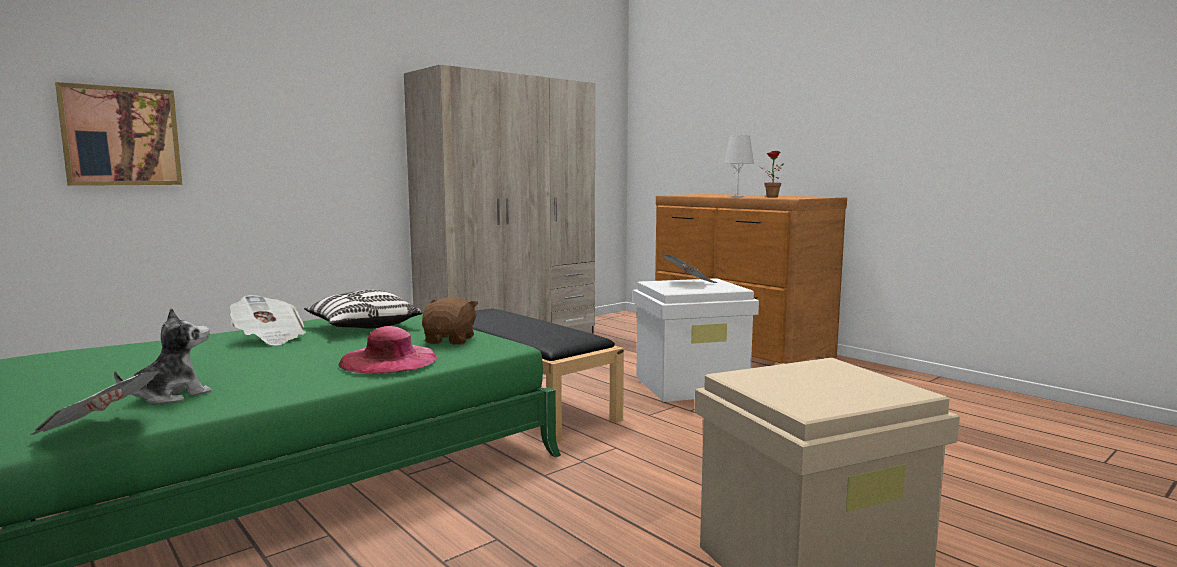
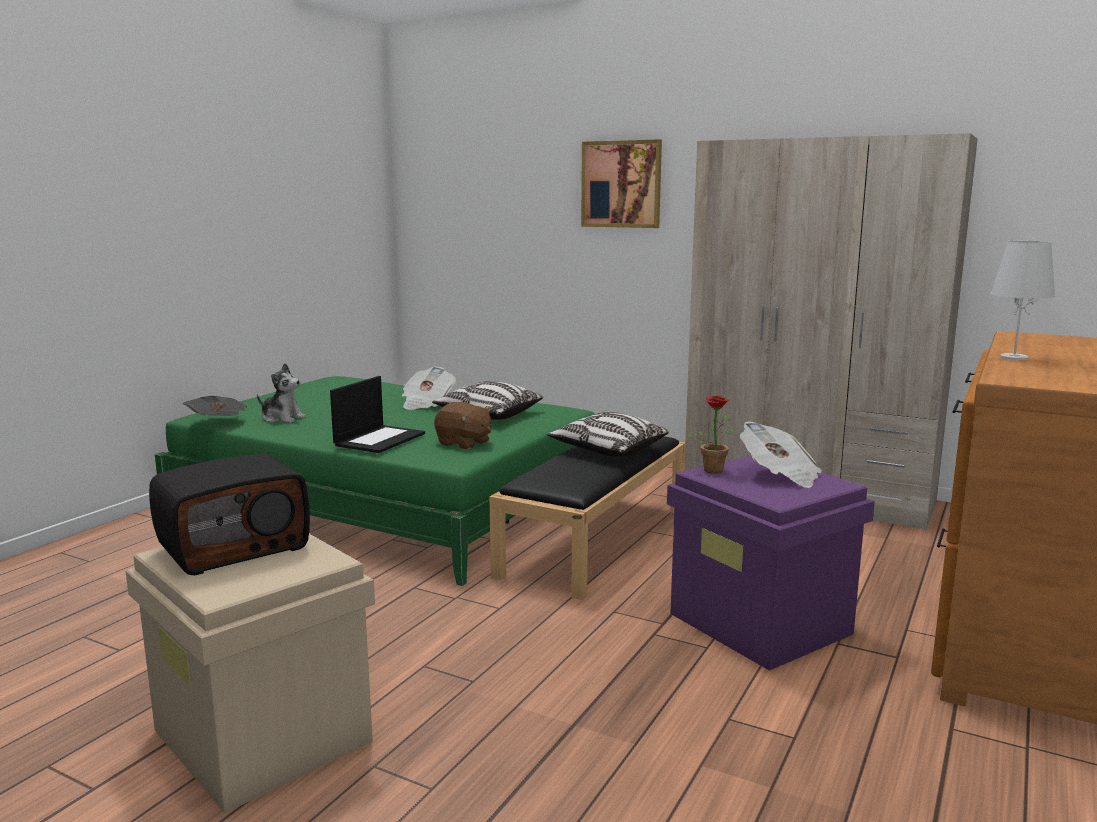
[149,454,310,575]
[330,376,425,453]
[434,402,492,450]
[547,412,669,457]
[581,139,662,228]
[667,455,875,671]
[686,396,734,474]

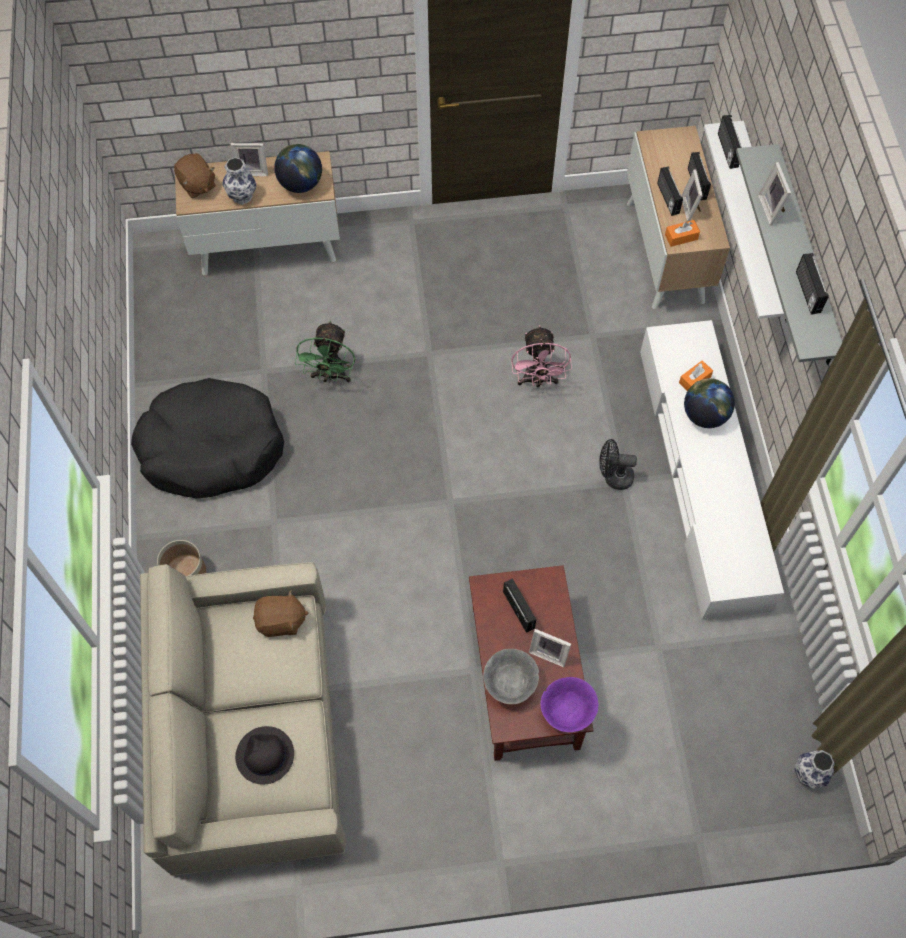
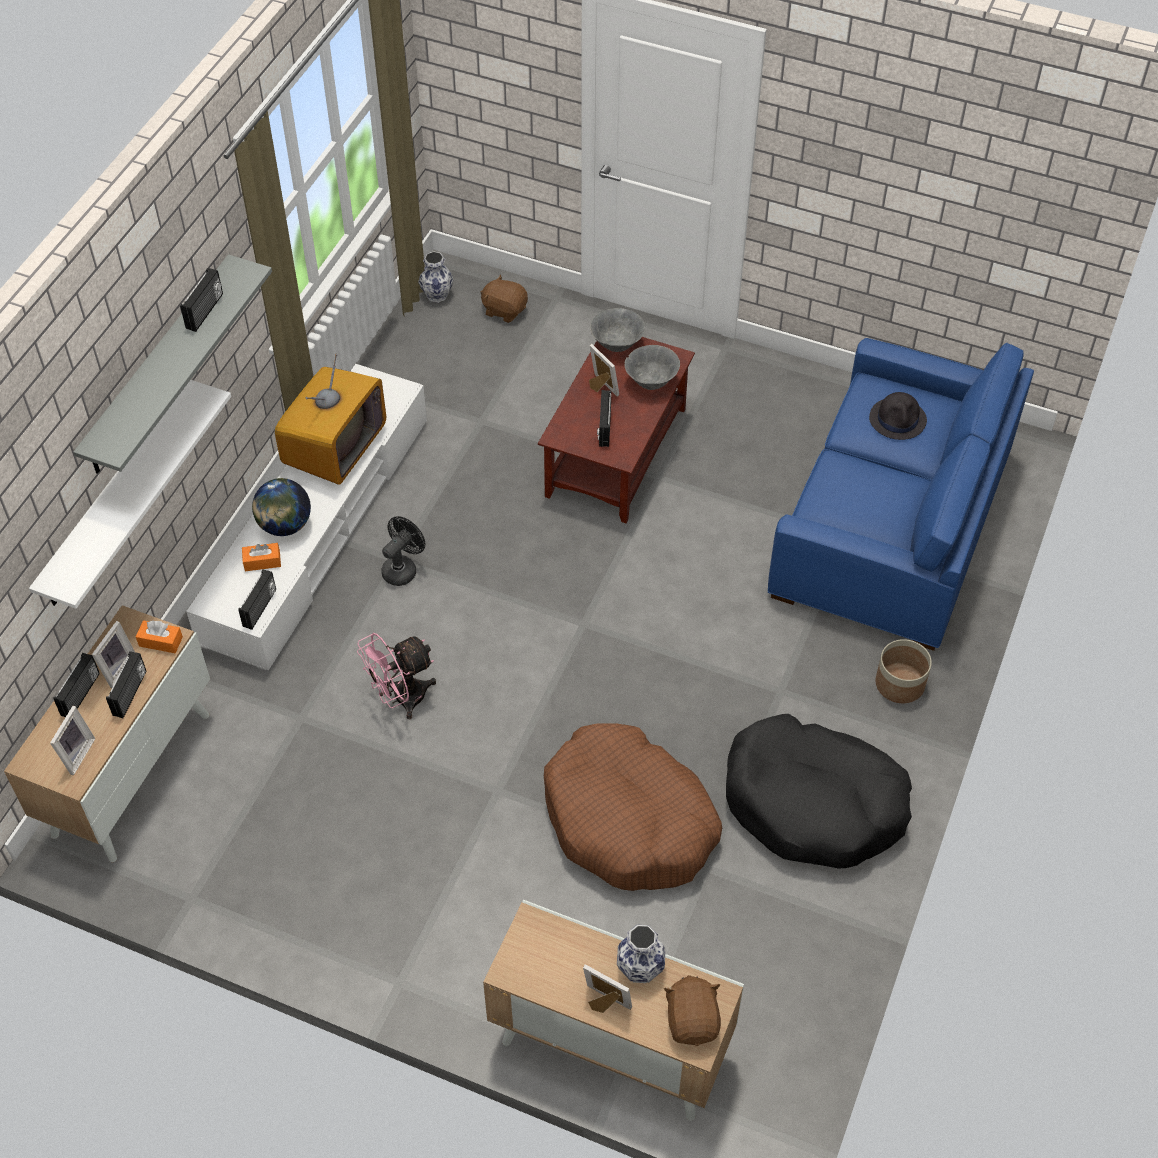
[50,706,95,775]
[238,569,276,630]
[275,354,386,485]
[357,633,436,719]
[381,516,425,586]
[480,275,528,323]
[544,723,722,891]
[590,308,645,352]
[768,338,1034,651]
[274,144,322,193] (first image)

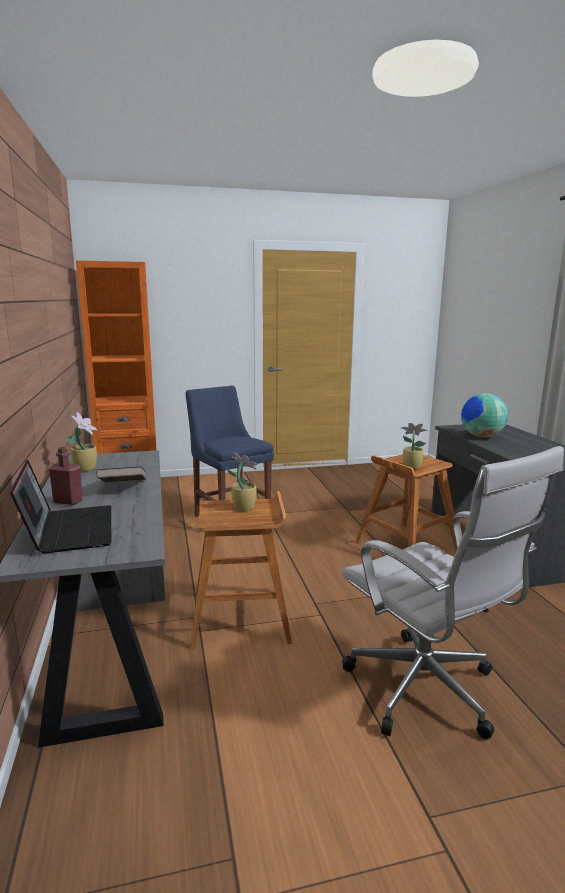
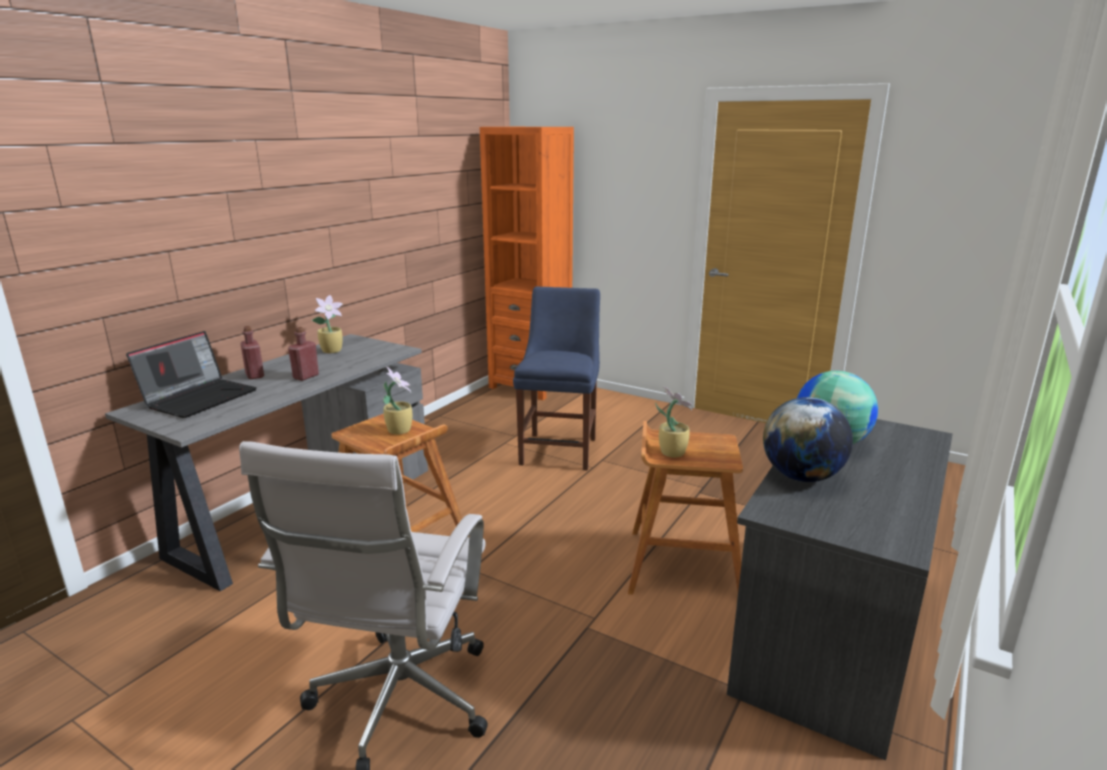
[288,327,319,381]
[763,397,853,482]

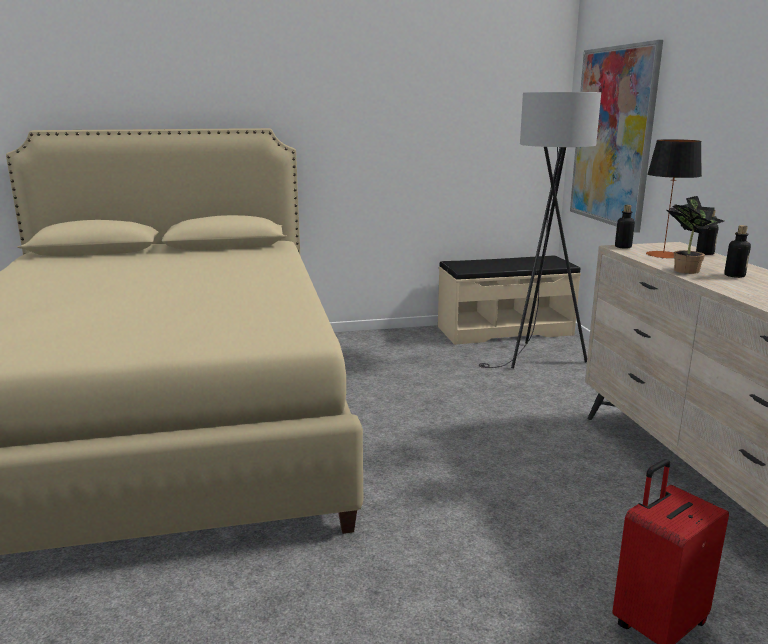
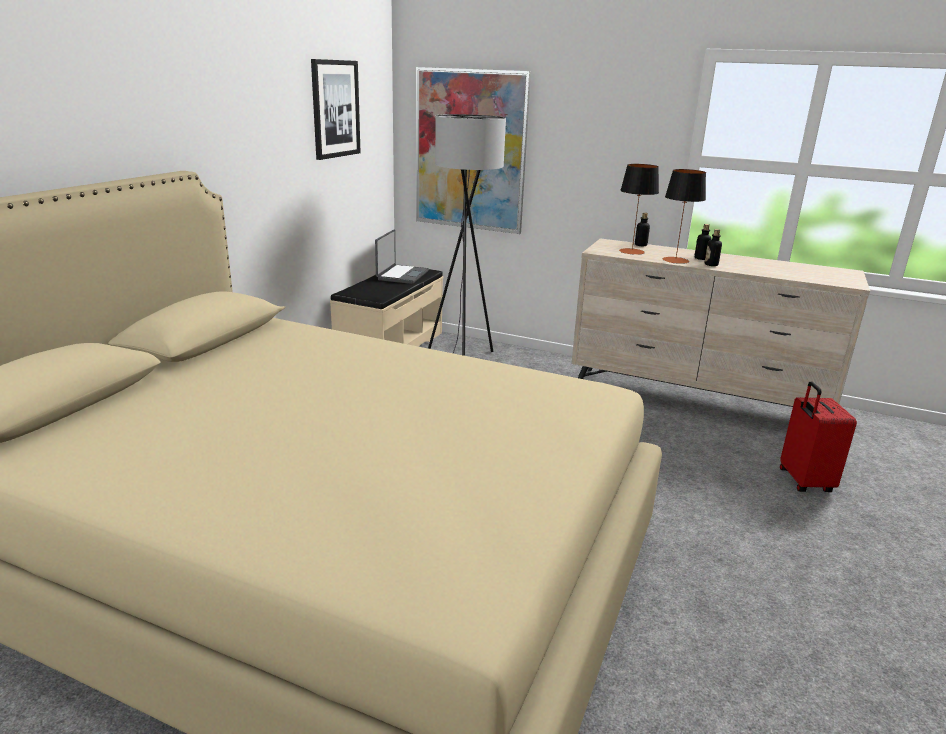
[311,59,361,160]
[375,230,429,284]
[663,169,706,264]
[705,229,722,266]

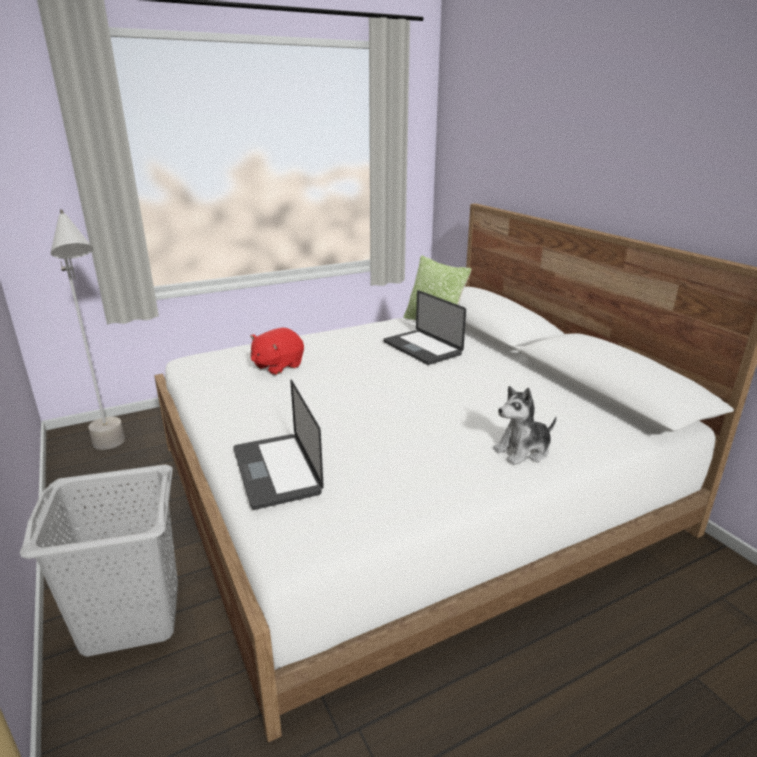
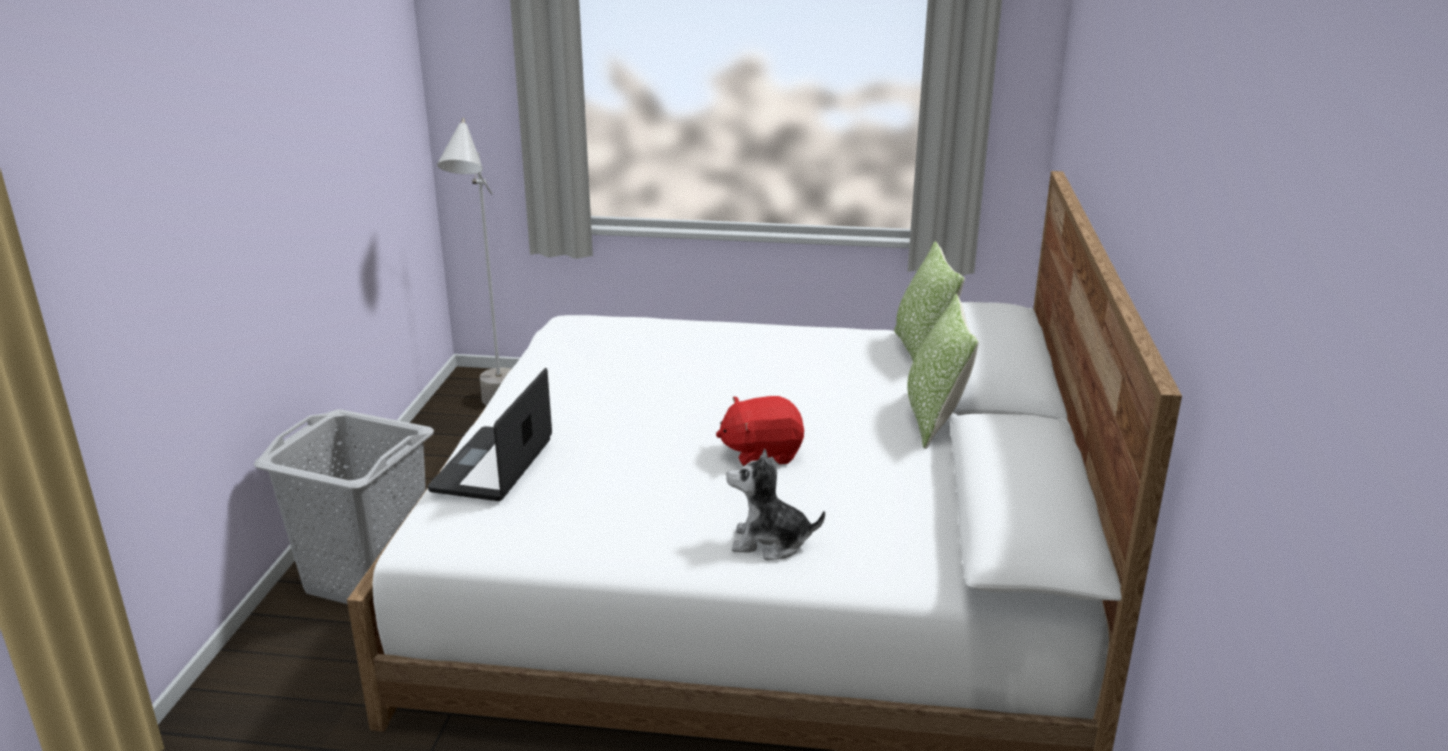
[716,396,804,467]
[907,294,979,449]
[383,290,466,365] (first image)

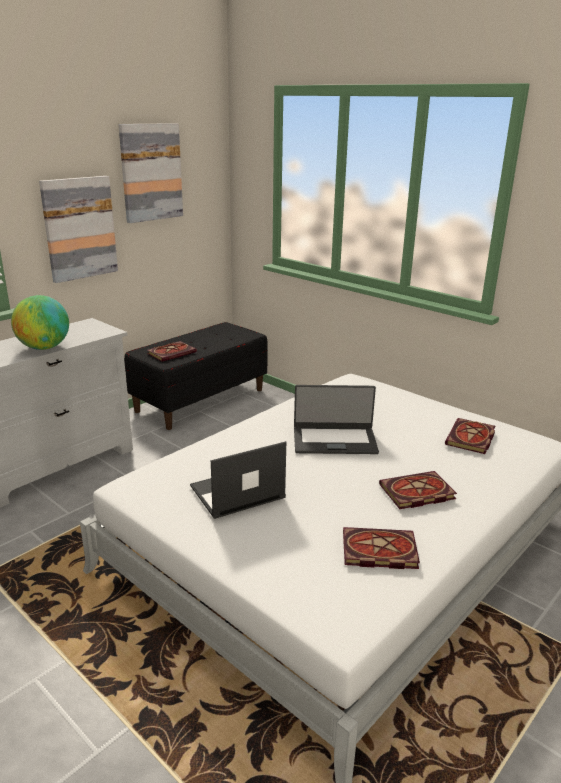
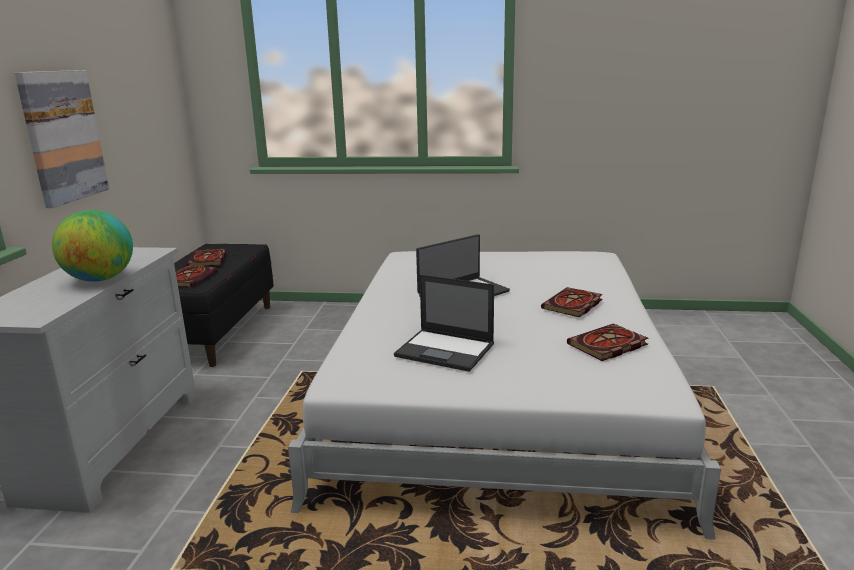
[186,248,226,266]
[394,275,494,372]
[119,123,183,223] (first image)

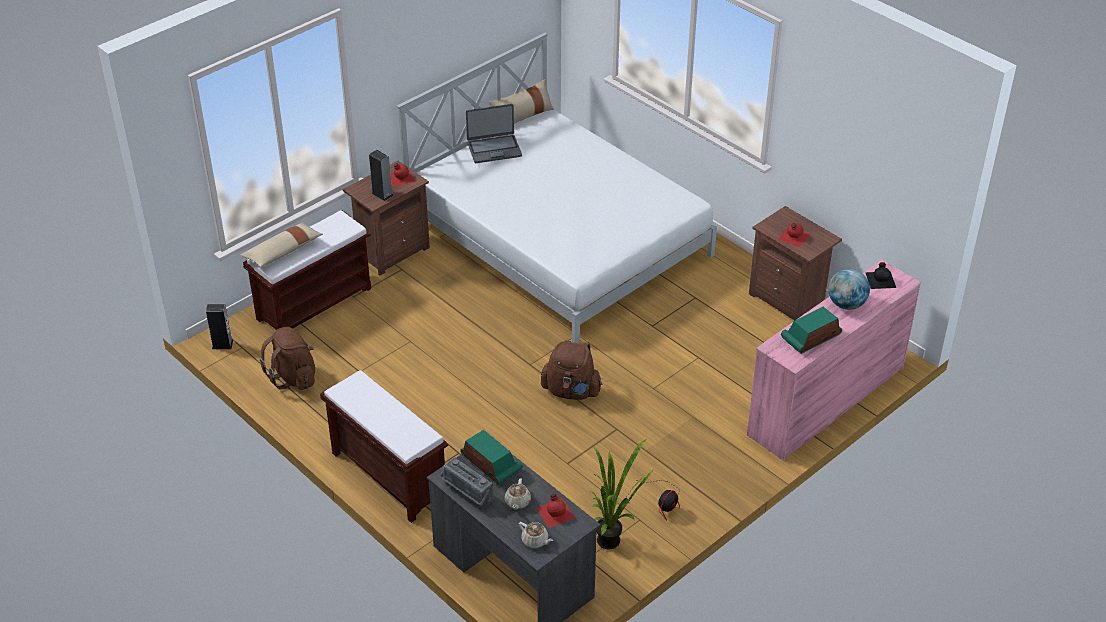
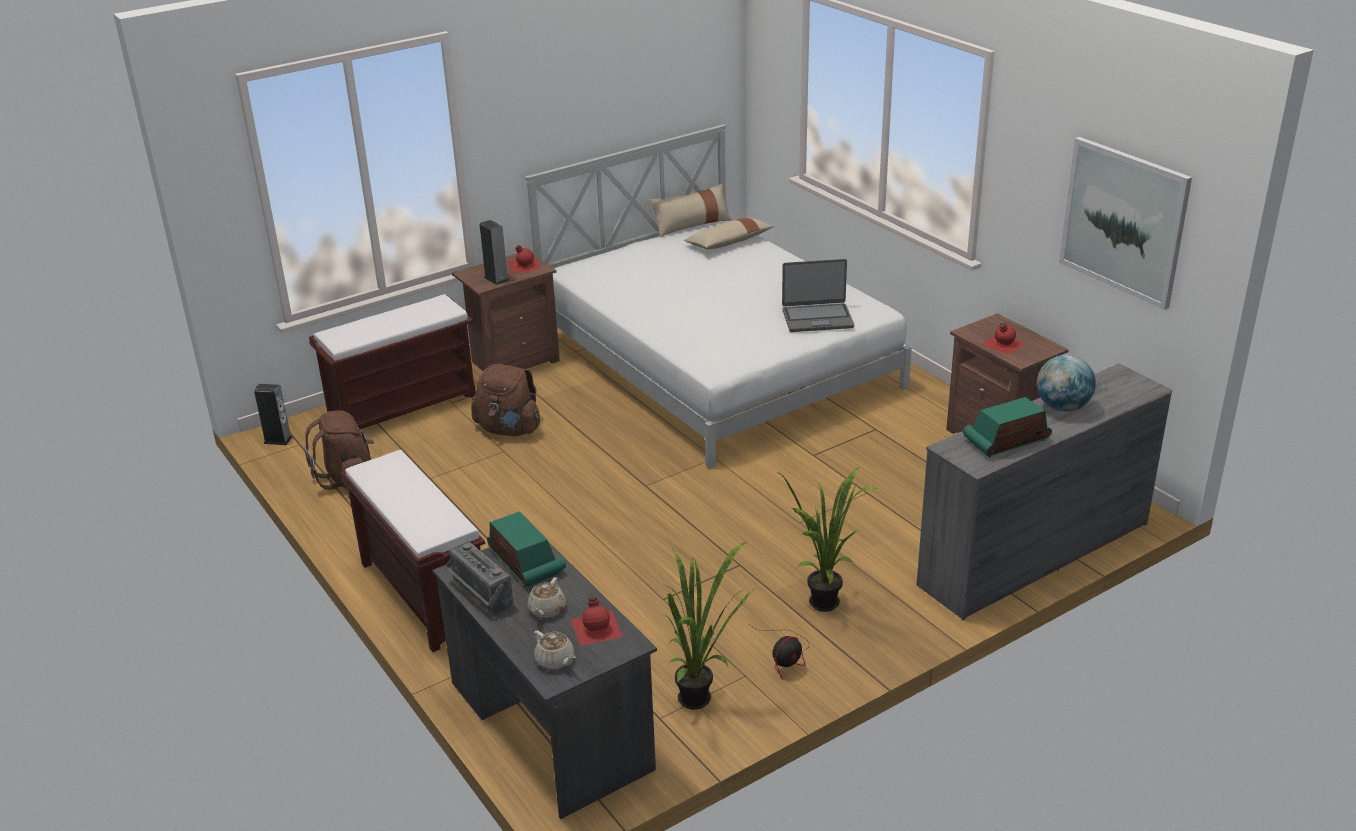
[471,364,540,436]
[684,218,774,250]
[777,467,878,612]
[782,259,854,332]
[917,363,1172,620]
[1059,137,1192,310]
[865,262,896,289] (first image)

